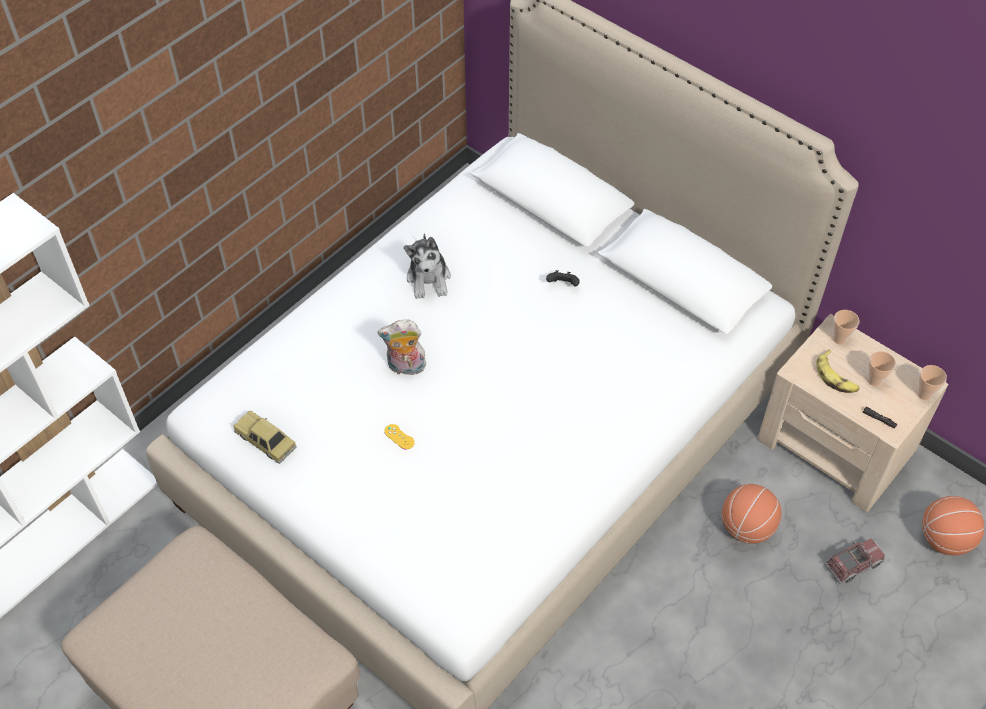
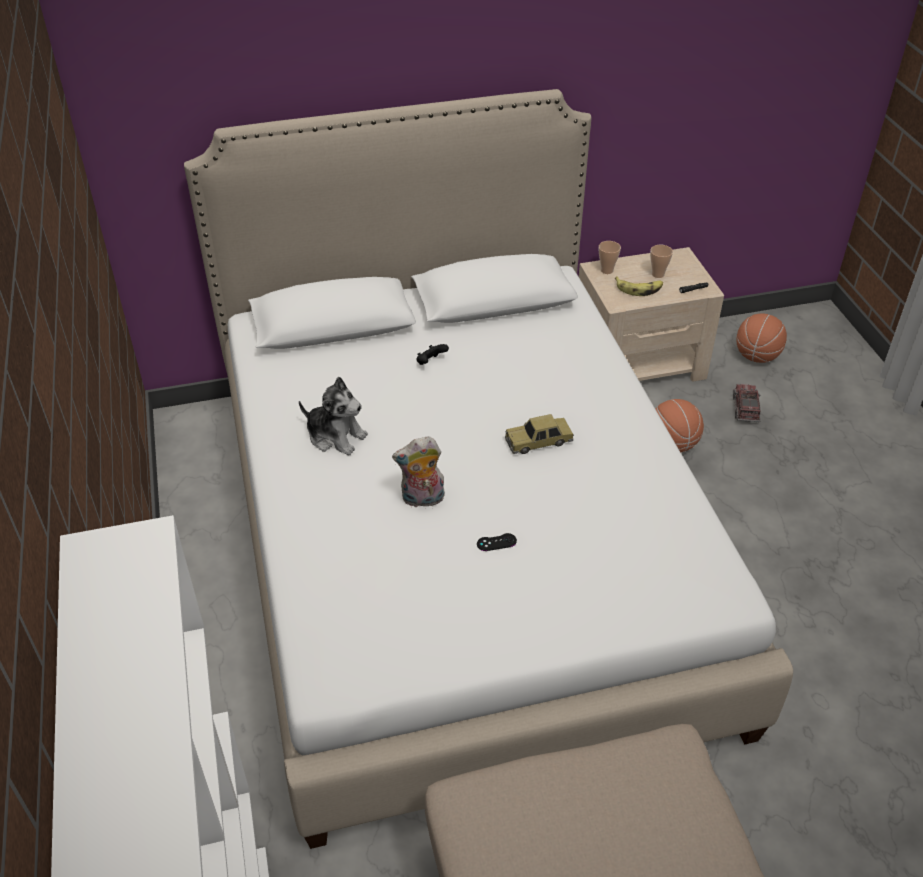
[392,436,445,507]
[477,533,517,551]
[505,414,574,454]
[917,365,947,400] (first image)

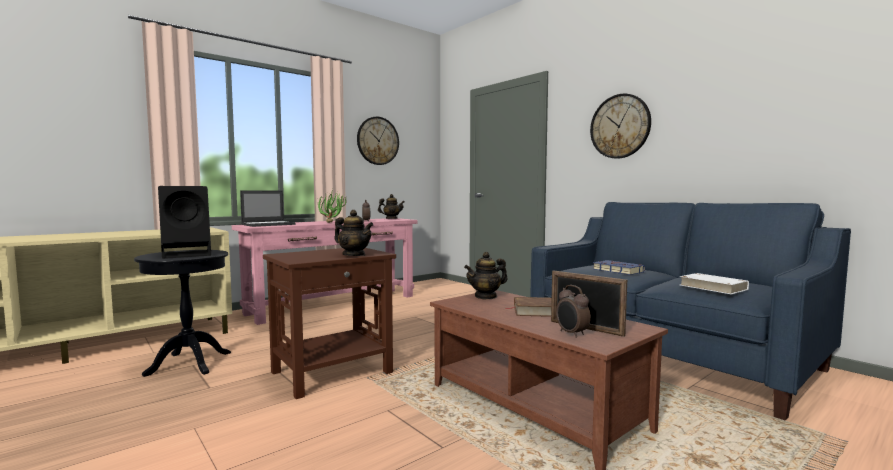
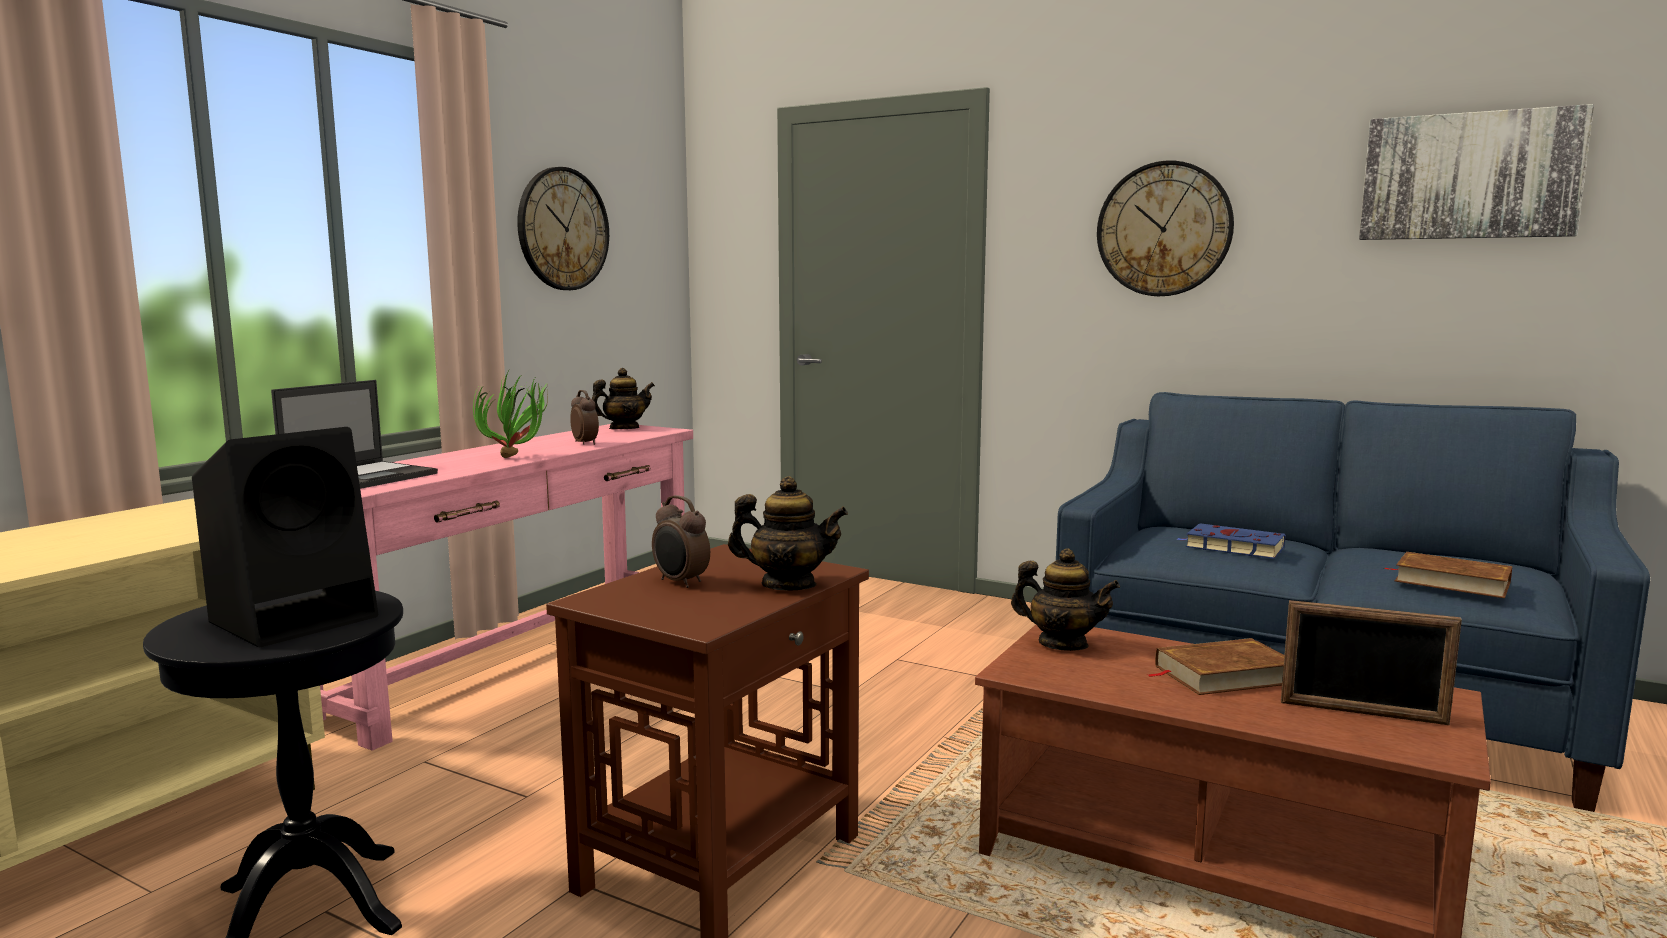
[652,495,710,588]
[1011,549,1120,651]
[1359,104,1594,240]
[1383,552,1512,598]

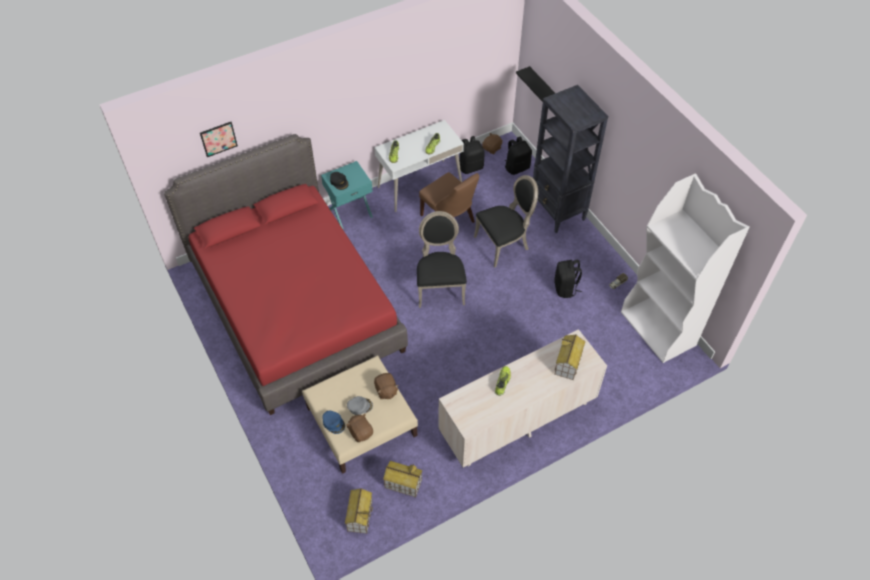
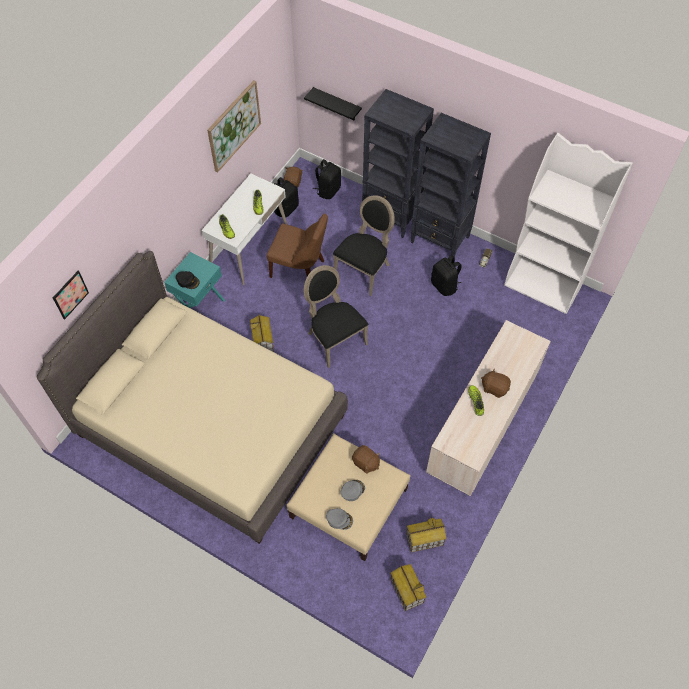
[37,251,348,544]
[207,80,261,172]
[250,314,274,352]
[326,508,353,530]
[411,113,491,257]
[481,369,511,398]

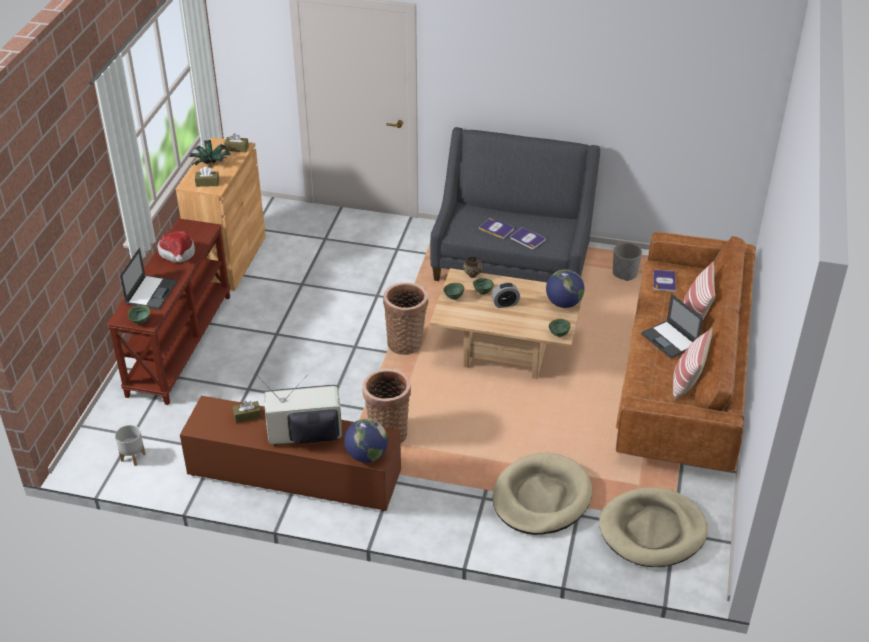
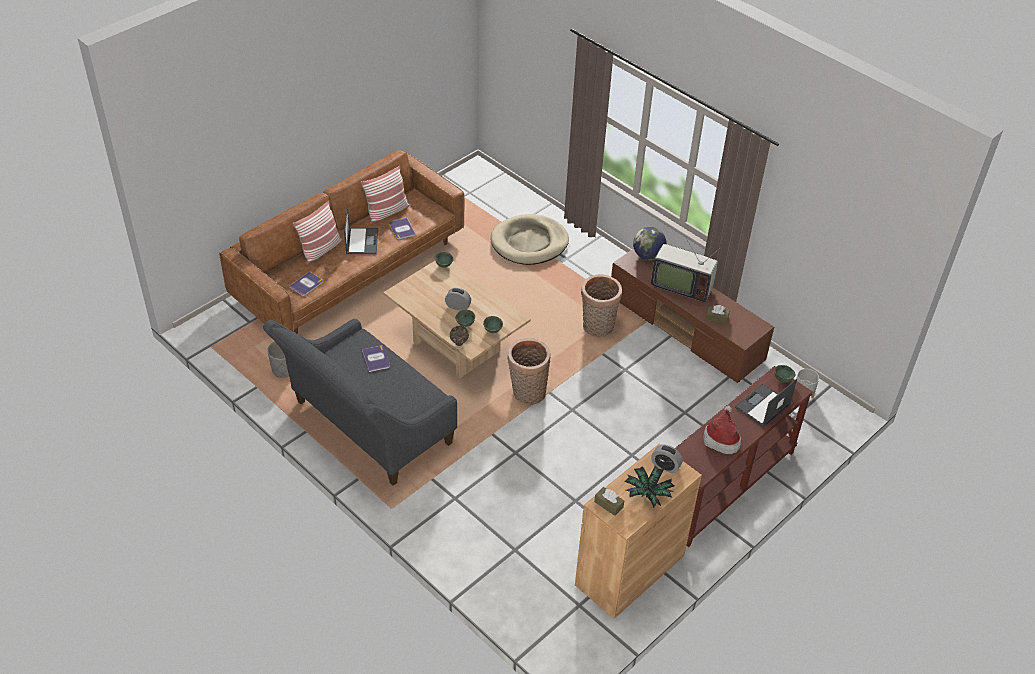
[389,217,416,239]
[651,444,683,473]
[546,270,584,308] (first image)
[599,487,708,567] (first image)

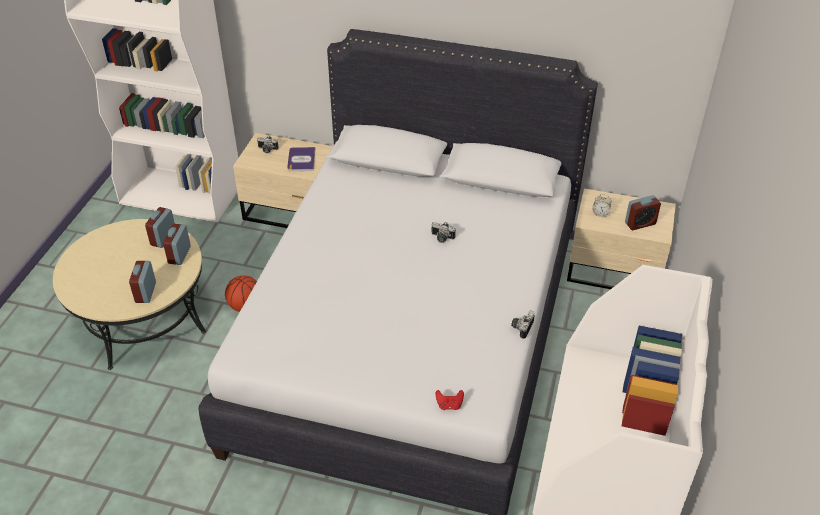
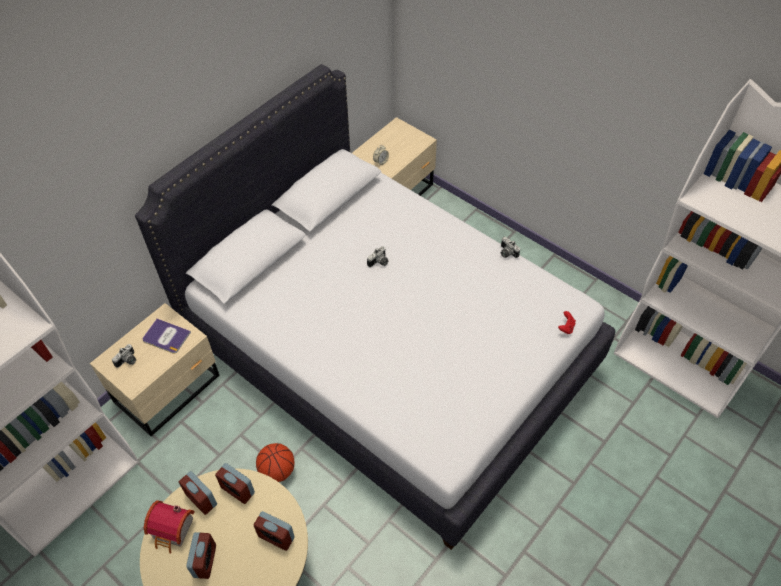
[144,500,195,553]
[186,532,216,579]

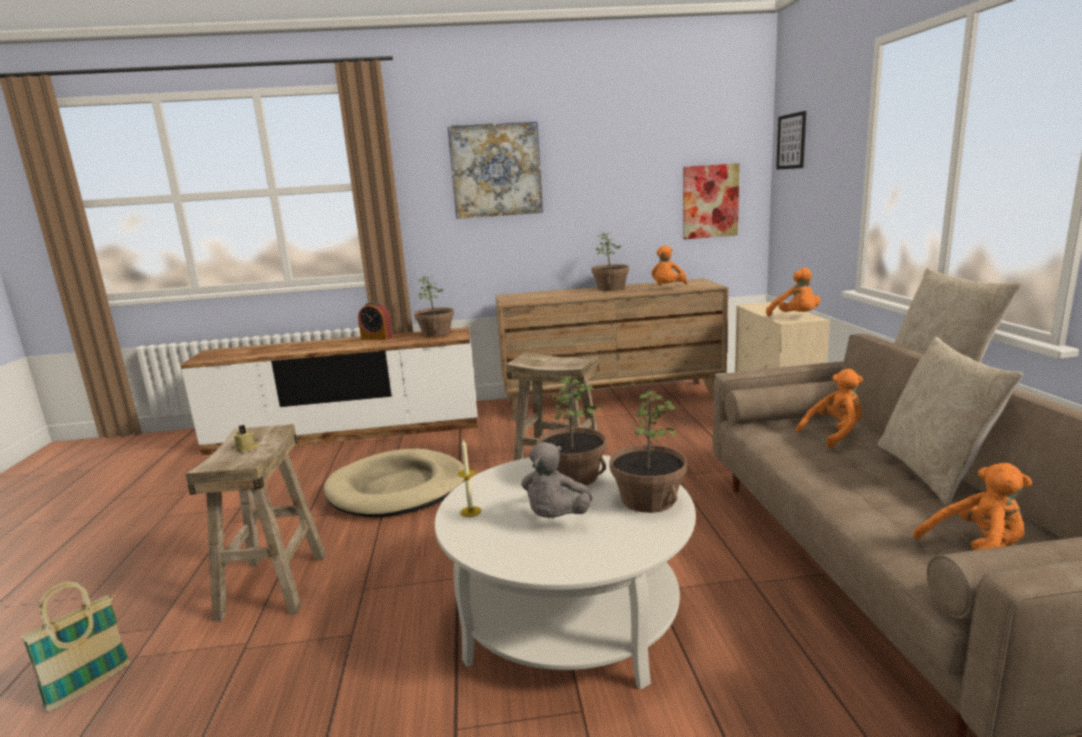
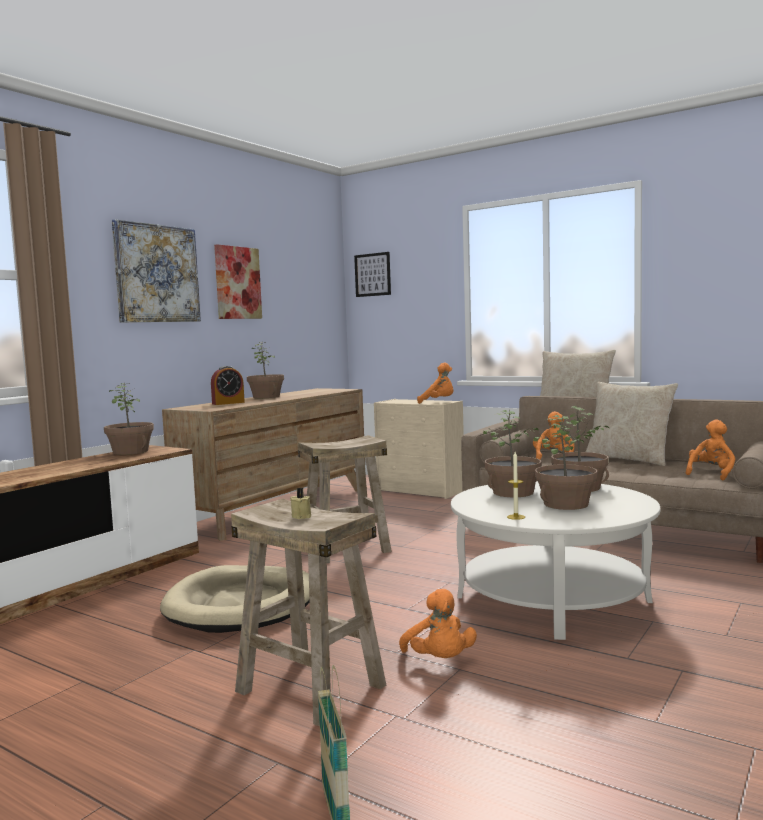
[211,366,245,405]
[214,244,262,319]
[399,589,477,658]
[534,415,598,510]

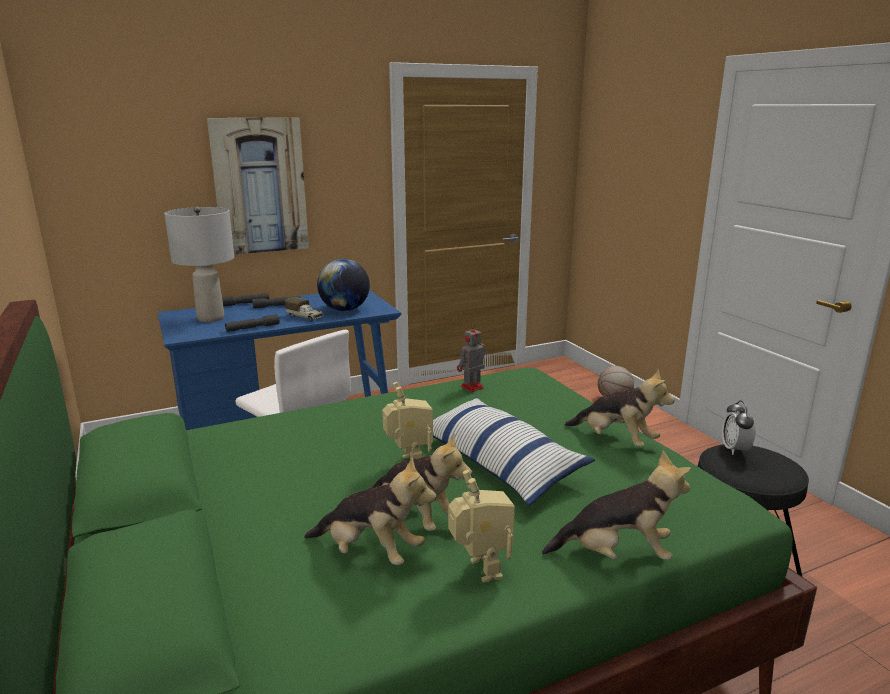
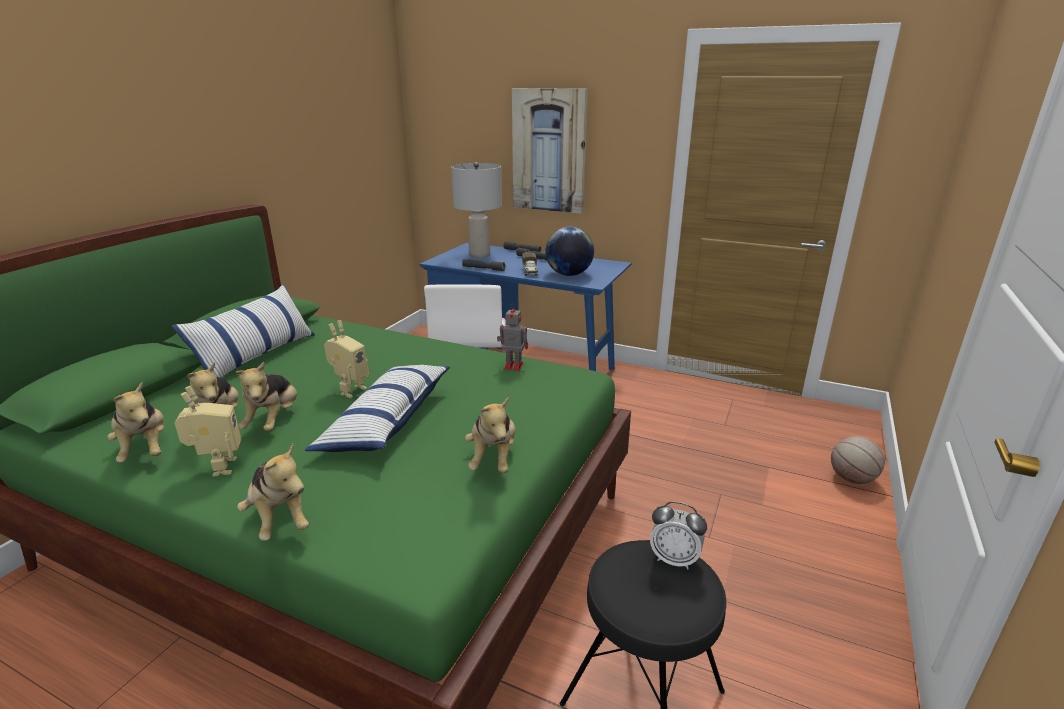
[107,382,164,462]
[172,284,315,378]
[175,386,241,477]
[650,501,707,570]

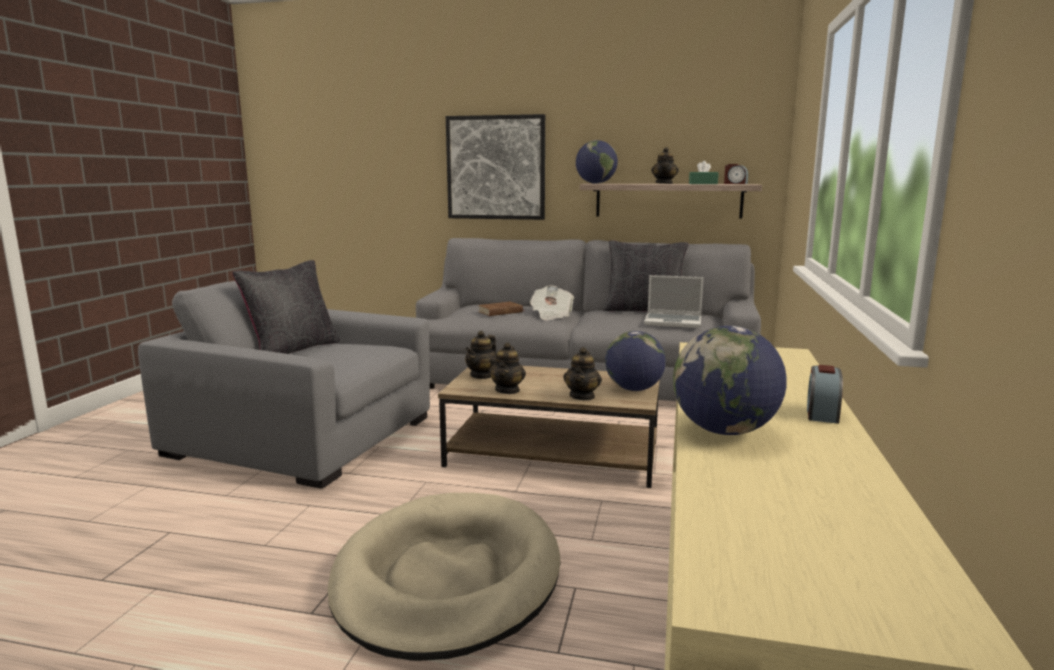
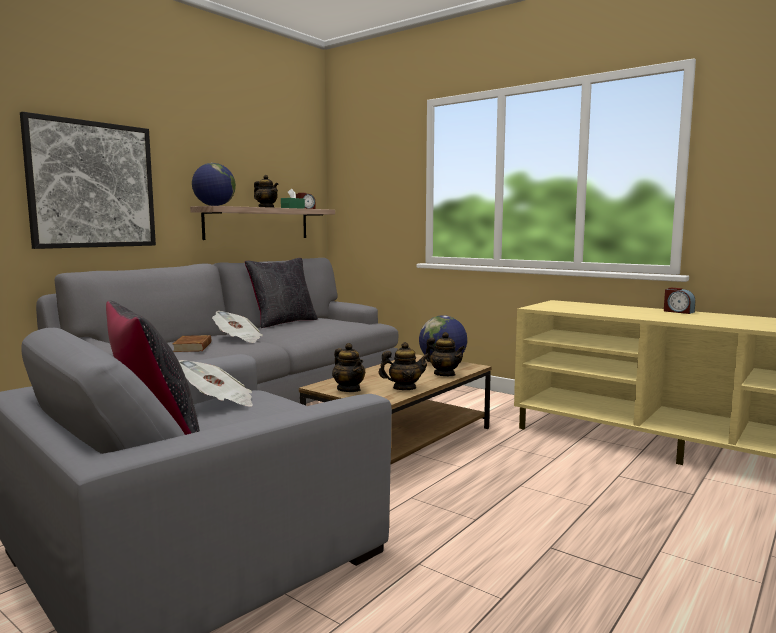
[179,360,253,407]
[379,342,430,390]
[328,493,560,661] (first image)
[644,275,704,328] (first image)
[673,326,786,435] (first image)

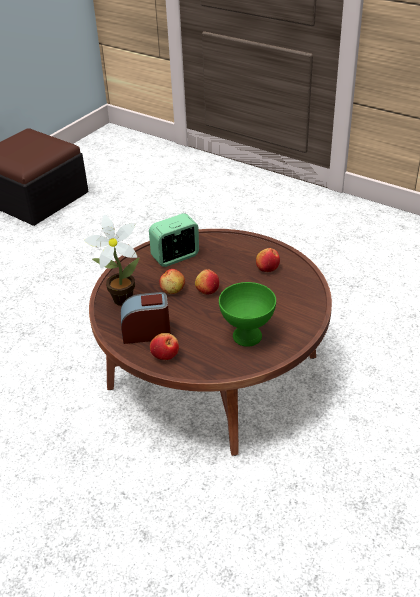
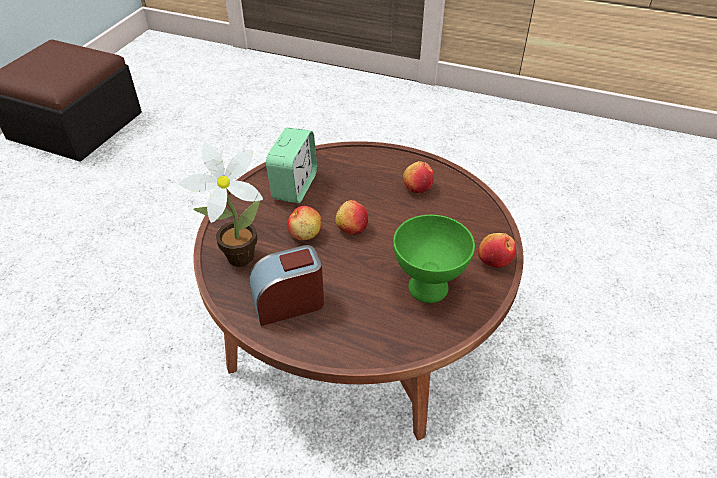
[266,128,317,203]
[478,233,516,268]

